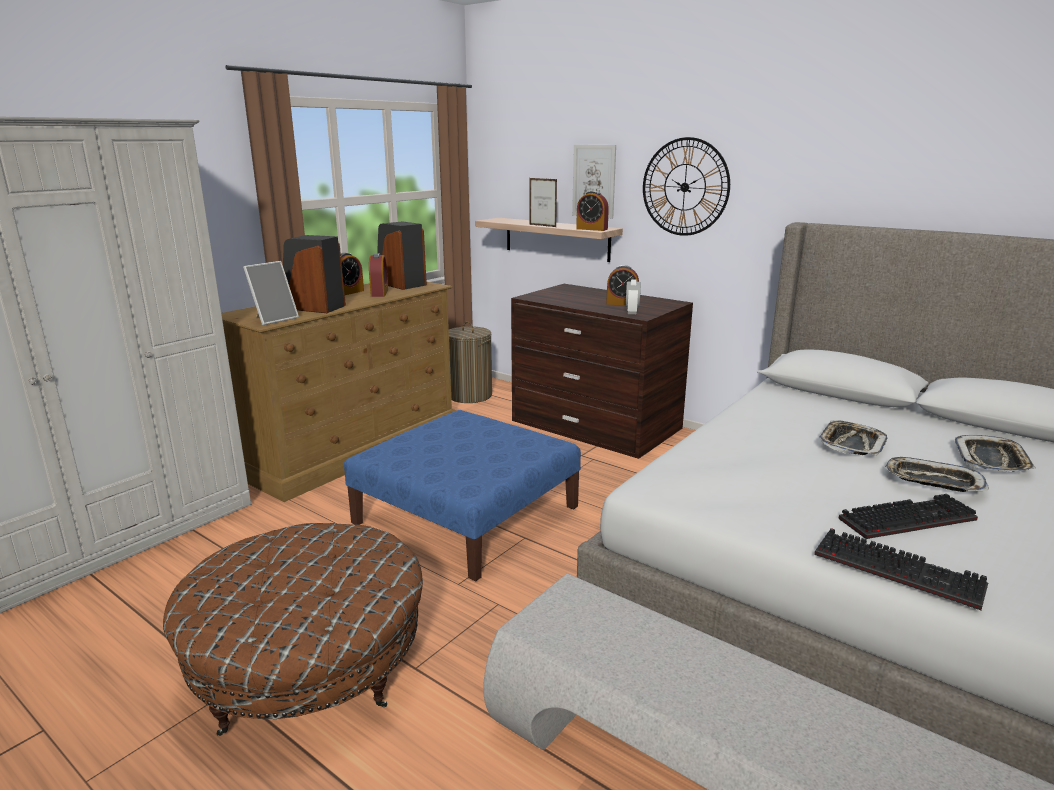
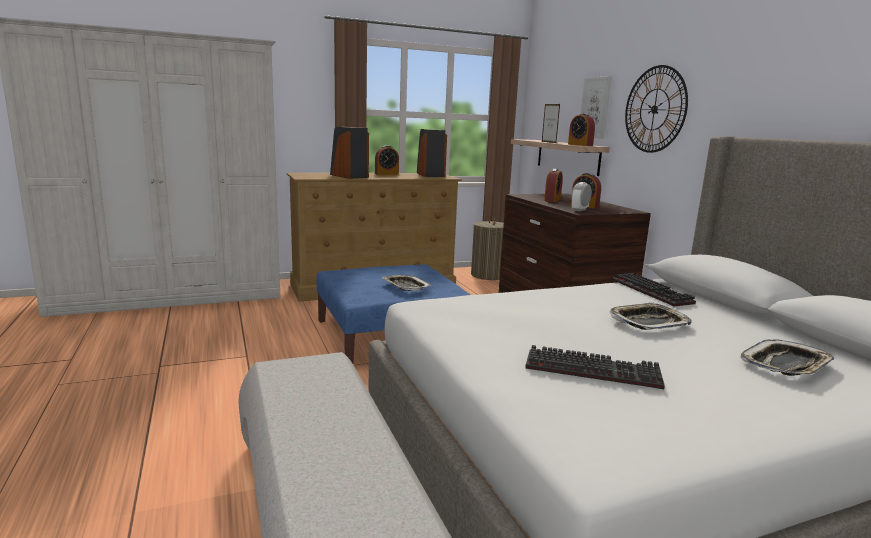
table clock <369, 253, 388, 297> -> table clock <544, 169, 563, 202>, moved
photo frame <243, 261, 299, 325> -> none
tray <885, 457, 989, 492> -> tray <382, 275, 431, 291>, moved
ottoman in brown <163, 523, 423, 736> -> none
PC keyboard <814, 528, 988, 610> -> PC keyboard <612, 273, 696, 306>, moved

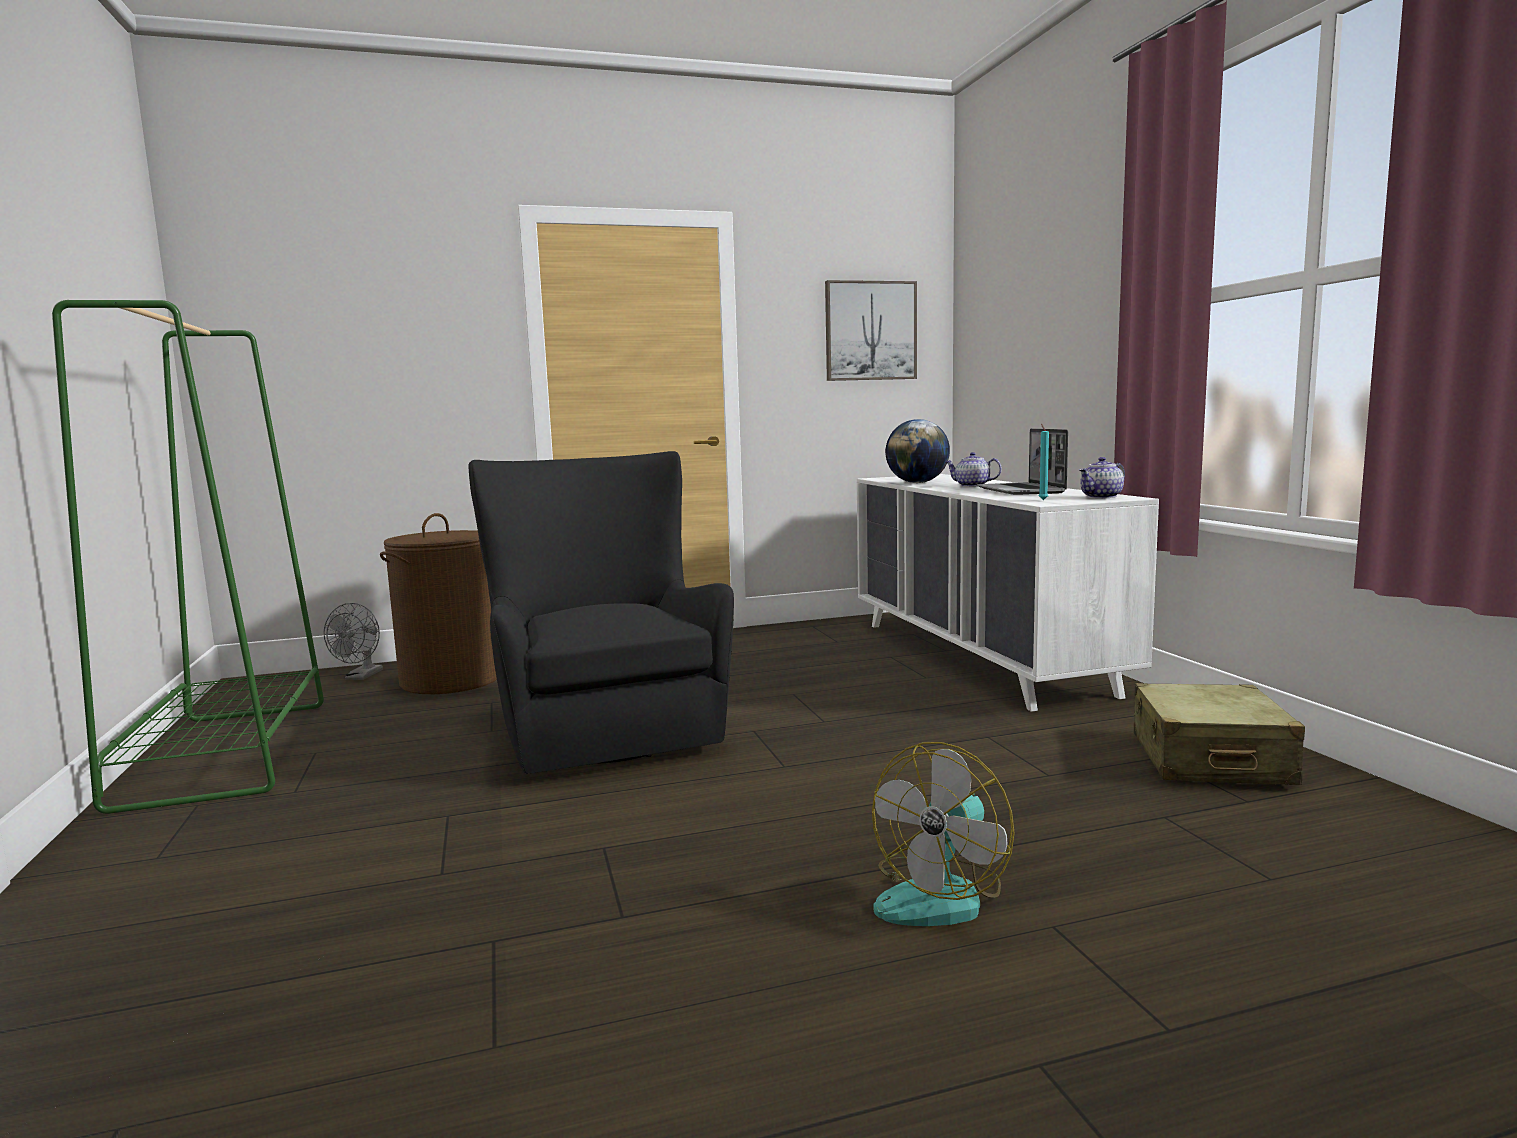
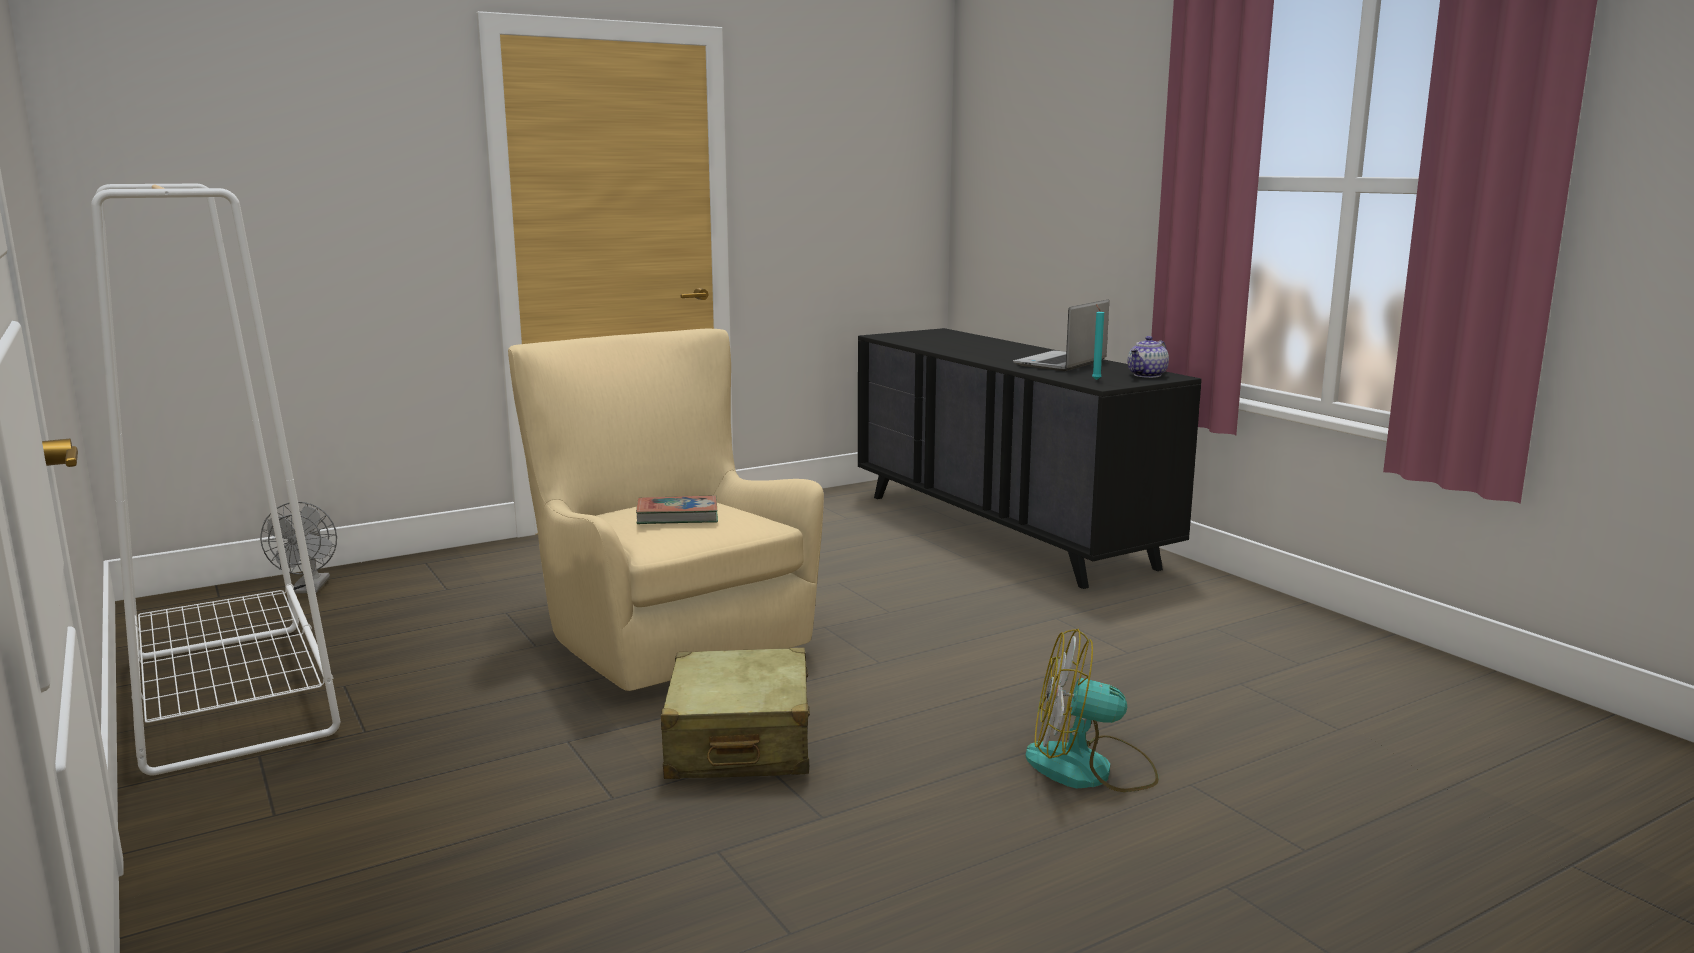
picture <825, 280, 917, 381> -> none
garment rack in greenish <52, 300, 324, 814> -> garment rack in white <91, 184, 340, 775>
world globe <885, 419, 950, 483> -> none
portable computer <977, 429, 1068, 495> -> portable computer <1013, 300, 1109, 371>, 60 degrees clockwise
lounge chair in black-coloured <469, 451, 734, 774> -> lounge chair in sand-coloured <508, 329, 824, 691>
teapot <945, 452, 1002, 487> -> none
chest of drawers in white <857, 474, 1159, 712> -> chest of drawers in black-coloured <858, 328, 1202, 589>
washing basket in brown <380, 513, 497, 694> -> none
piece of luggage in sand-coloured <1134, 683, 1305, 785> -> piece of luggage in sand-coloured <661, 647, 810, 779>, moved
cooling fan <872, 742, 1015, 926> -> cooling fan <1026, 629, 1159, 792>, 75 degrees clockwise
none -> book <636, 495, 718, 524>

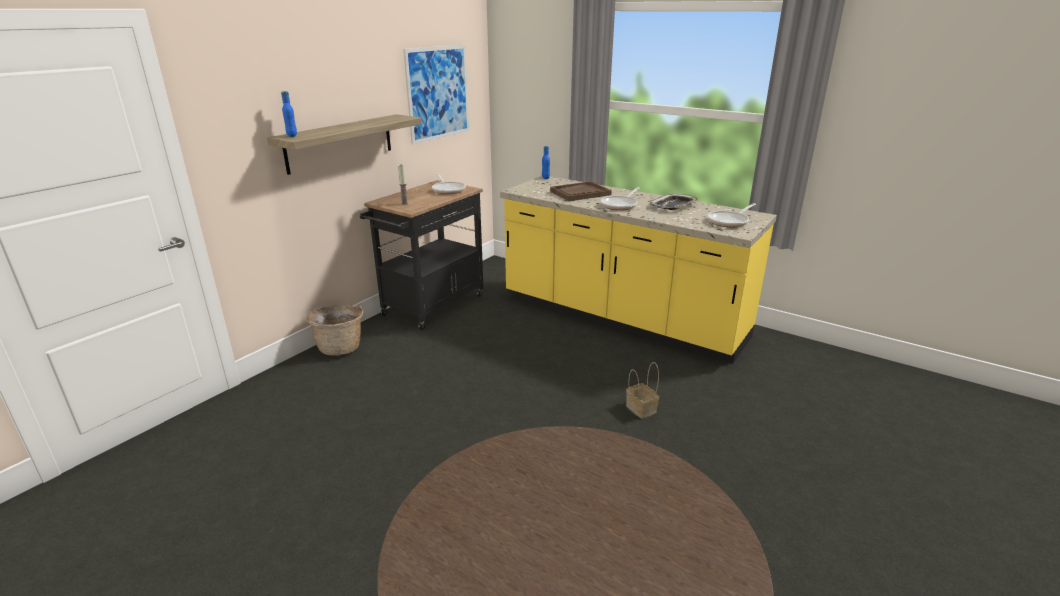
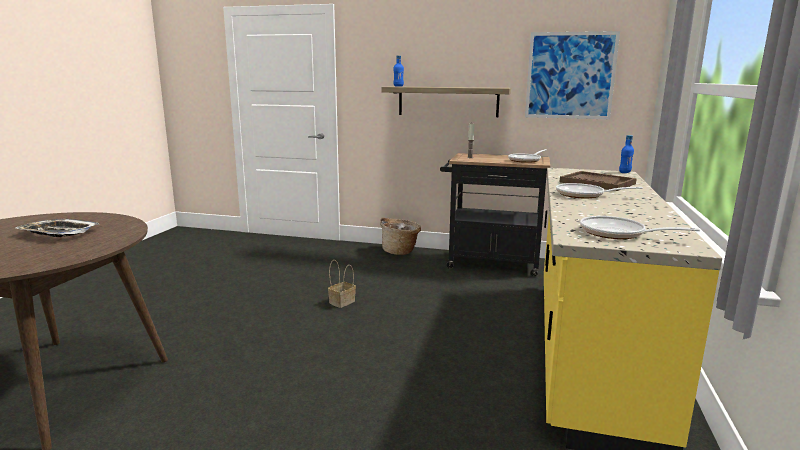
tray <650, 194, 698, 210> -> tray <16, 219, 100, 237>, moved
storage basket <626, 362, 659, 418> -> storage basket <328, 260, 356, 308>, moved

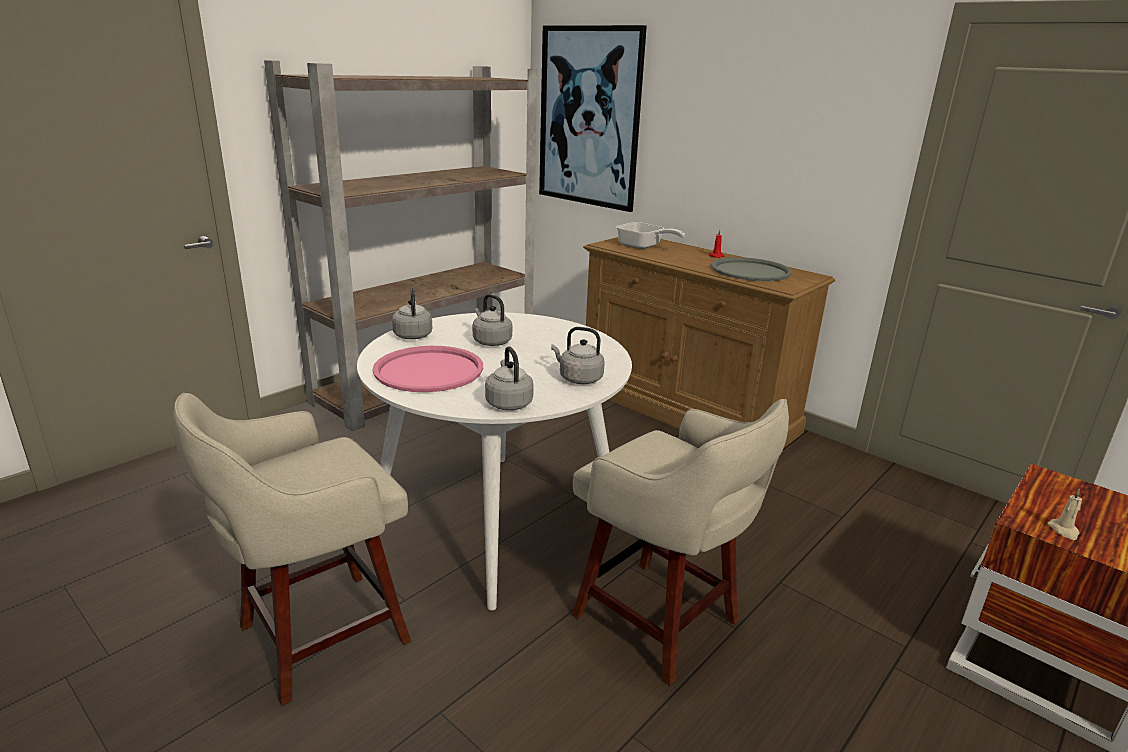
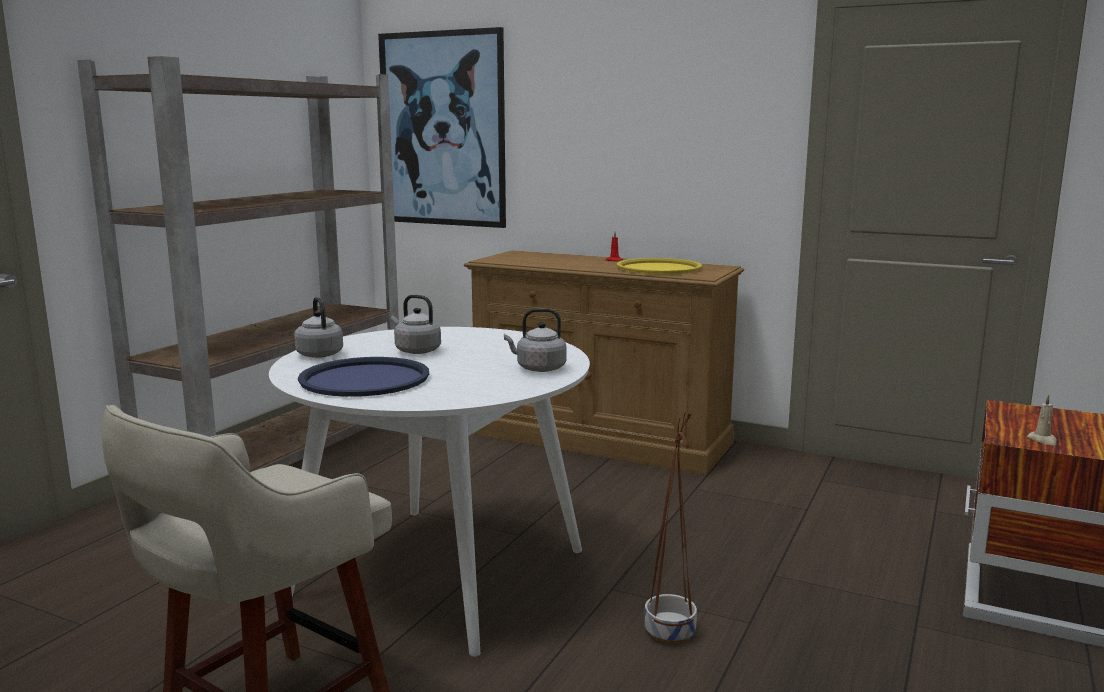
skillet <616, 222, 685, 249> -> none
tray in greyish <712, 257, 792, 281> -> tray in yellow-coloured <616, 258, 702, 275>
tray in pink <373, 346, 483, 392> -> tray in blue <298, 357, 429, 397>
tea kettle in greyish <485, 346, 534, 410> -> none
sitting stool in sand-coloured <572, 399, 789, 685> -> plant pot in brown <644, 411, 697, 644>

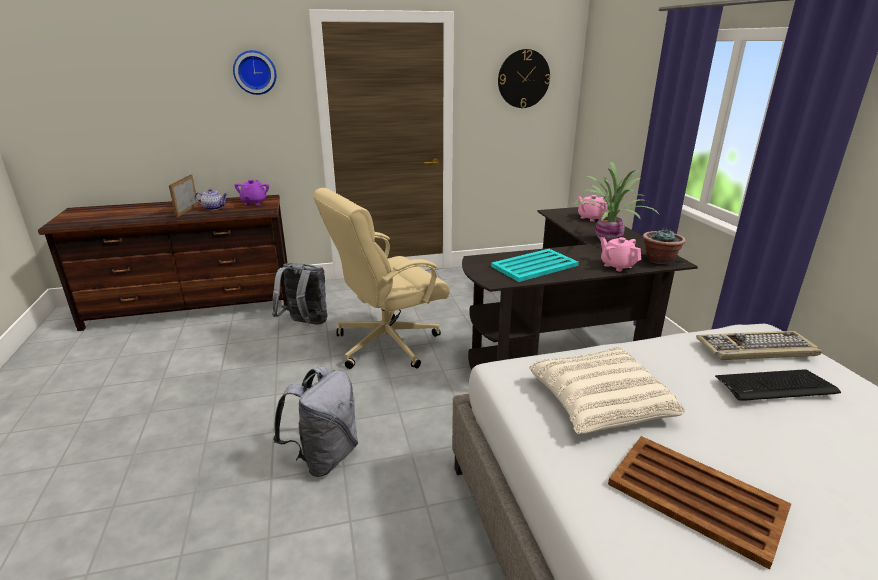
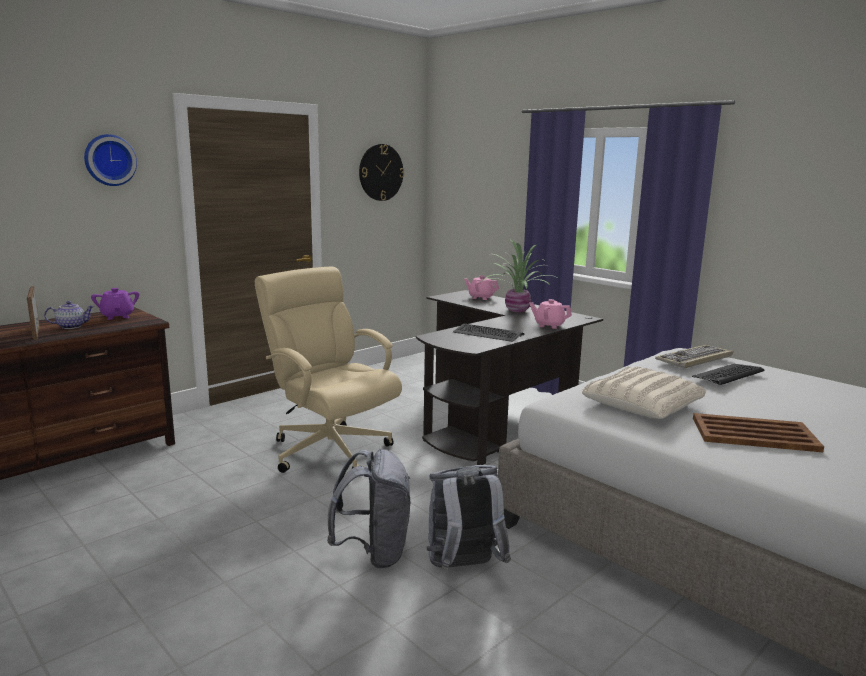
computer chair in sand-coloured <314, 188, 450, 369> -> computer chair in sand-coloured <255, 266, 402, 473>, 105 degrees clockwise
plant in a pot <642, 229, 686, 264> -> none
tray in turquoise <491, 249, 579, 282> -> PC keyboard <453, 324, 525, 342>
backpack in greyish <272, 263, 328, 325> -> backpack in greyish <426, 465, 511, 570>, moved

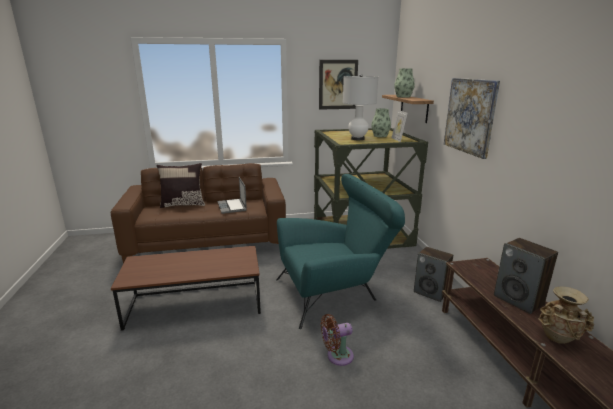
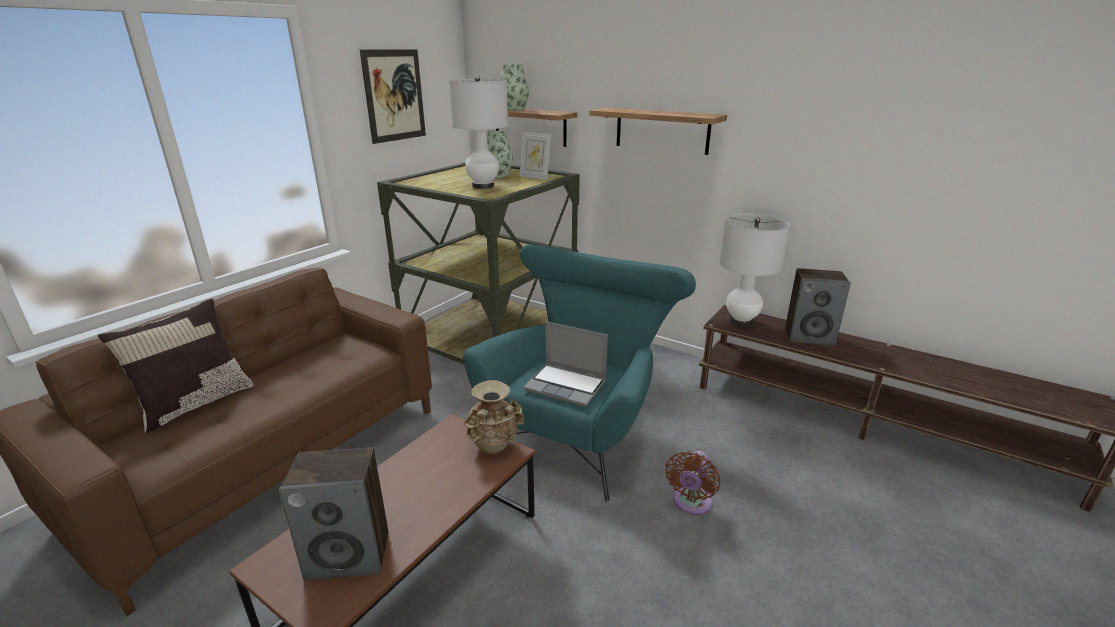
picture <444, 78, 500, 159> -> shelf <590, 107, 727, 155>
portable computer <217, 177, 247, 214> -> portable computer <523, 321, 608, 407>, moved
audio speaker <414, 247, 453, 302> -> audio speaker <279, 447, 388, 581>, moved
vase in sand-coloured <538, 287, 594, 344> -> vase in sand-coloured <464, 380, 524, 454>, moved
none -> tabletop lamp in white <720, 214, 790, 327>

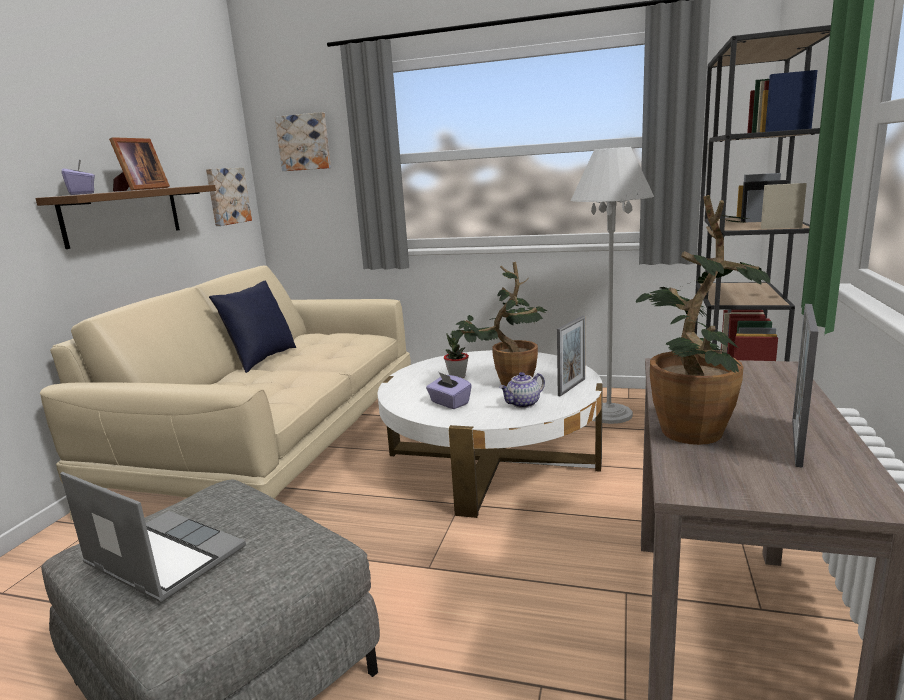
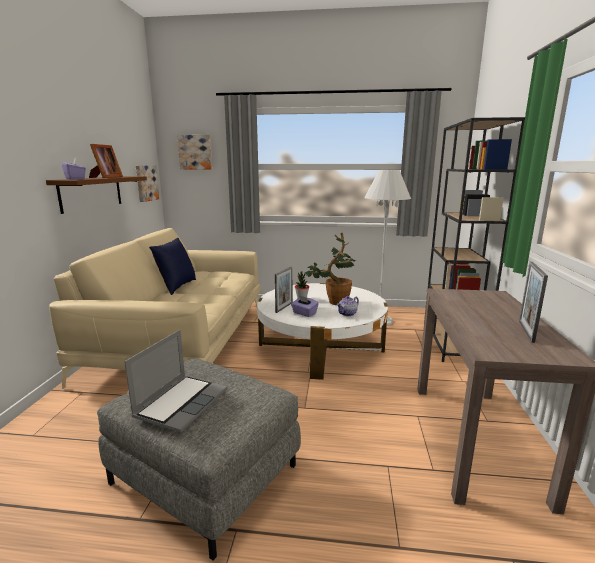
plant in a pot <636, 195, 770, 445> -> none
photo frame <557, 316, 585, 397> -> photo frame <275, 266, 293, 313>, moved
portable computer <60, 472, 246, 603> -> portable computer <124, 330, 227, 433>, 90 degrees clockwise

